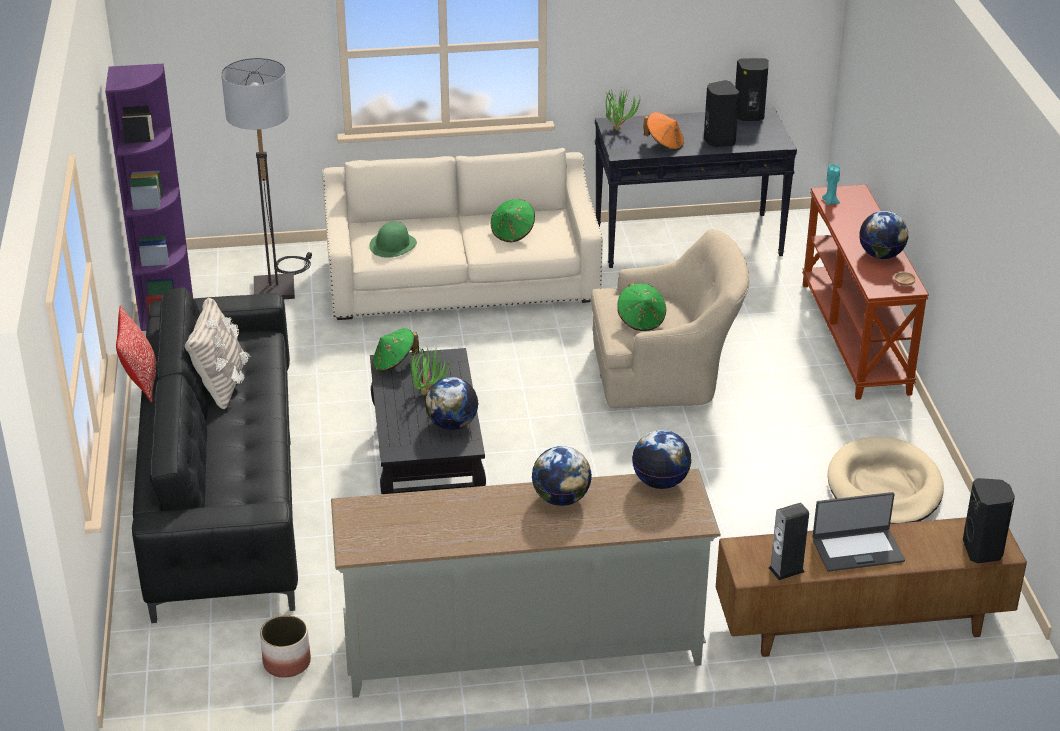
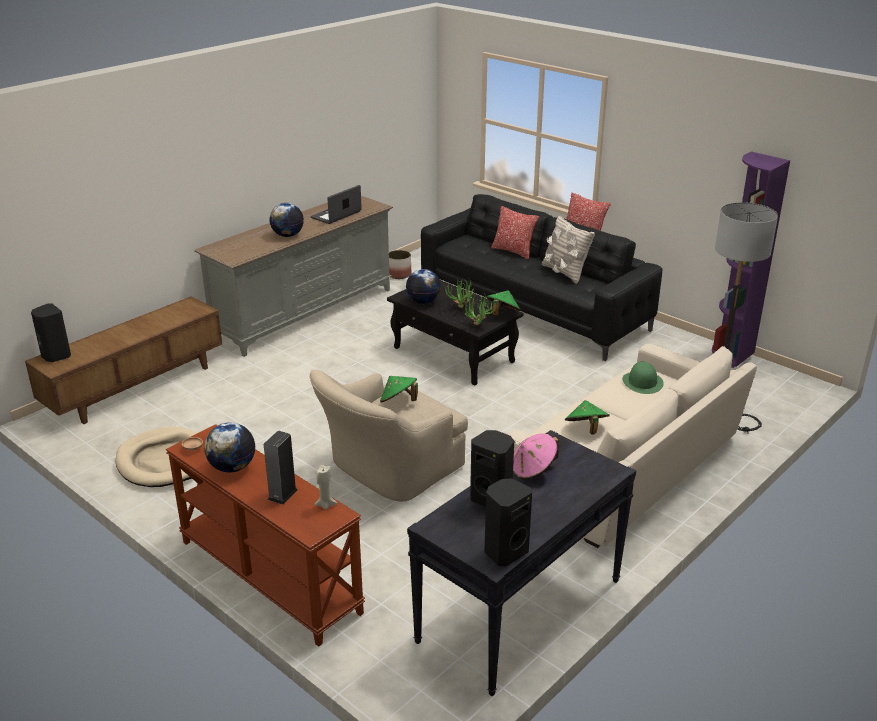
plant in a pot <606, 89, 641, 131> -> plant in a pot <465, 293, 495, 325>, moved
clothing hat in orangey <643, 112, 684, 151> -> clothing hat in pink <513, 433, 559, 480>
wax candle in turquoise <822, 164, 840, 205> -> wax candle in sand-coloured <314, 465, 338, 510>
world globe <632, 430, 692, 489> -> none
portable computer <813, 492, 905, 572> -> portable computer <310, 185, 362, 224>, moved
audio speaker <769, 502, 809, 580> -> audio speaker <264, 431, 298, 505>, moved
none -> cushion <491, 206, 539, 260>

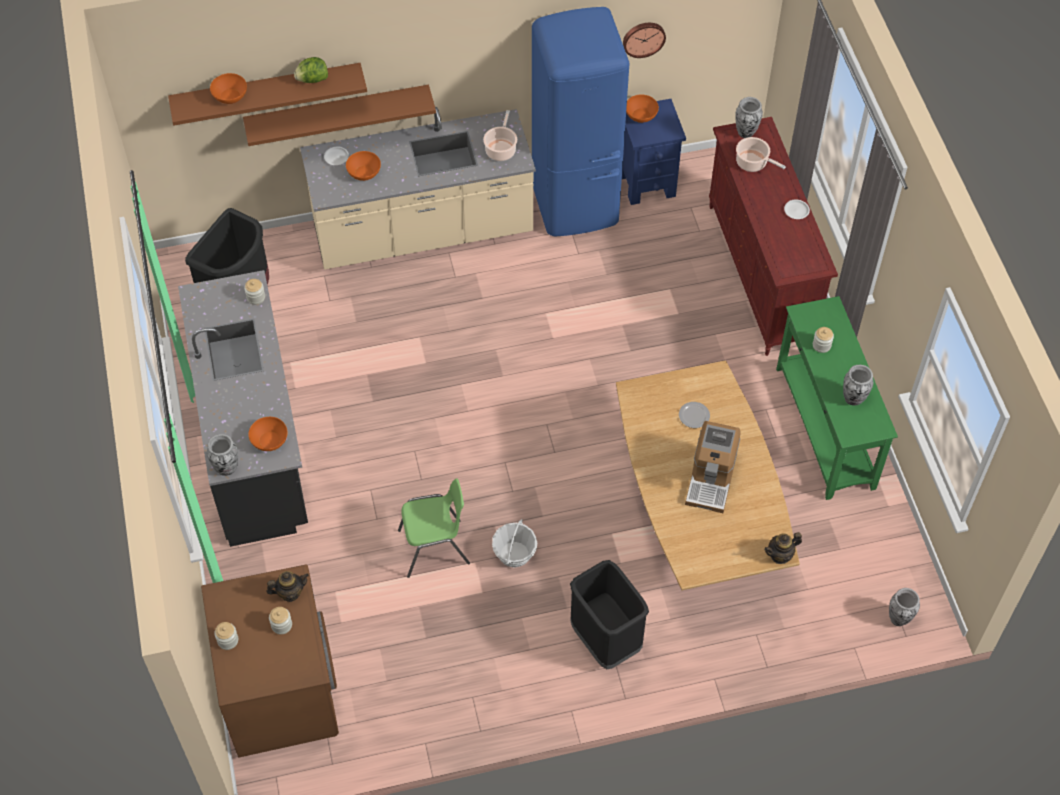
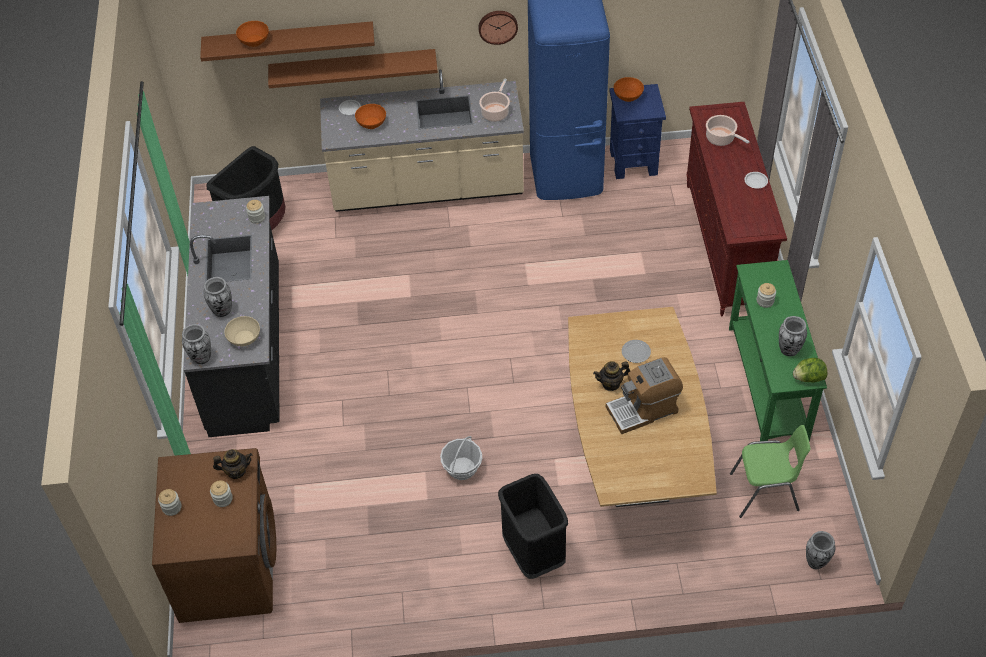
clock on the wall <623, 23, 666, 58> -> clock on the wall <478, 11, 518, 45>, moved
lettuce <294, 57, 328, 83> -> lettuce <793, 358, 827, 383>, moved
vase <735, 97, 763, 138> -> vase <204, 277, 232, 317>, moved
bowl in orangey <248, 417, 288, 451> -> bowl in sand-coloured <224, 316, 260, 346>
coffee brewer <685, 421, 741, 513> -> coffee brewer <606, 357, 683, 434>, 45 degrees clockwise
upright chair in greenish <398, 478, 470, 578> -> upright chair in greenish <730, 425, 810, 518>, moved
teapot <764, 532, 802, 564> -> teapot <593, 361, 630, 391>, moved

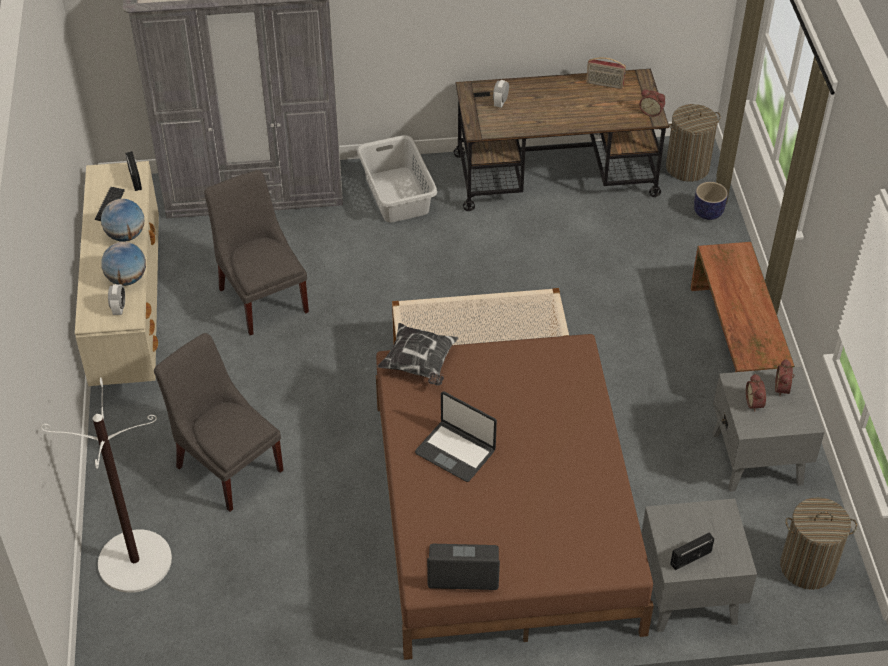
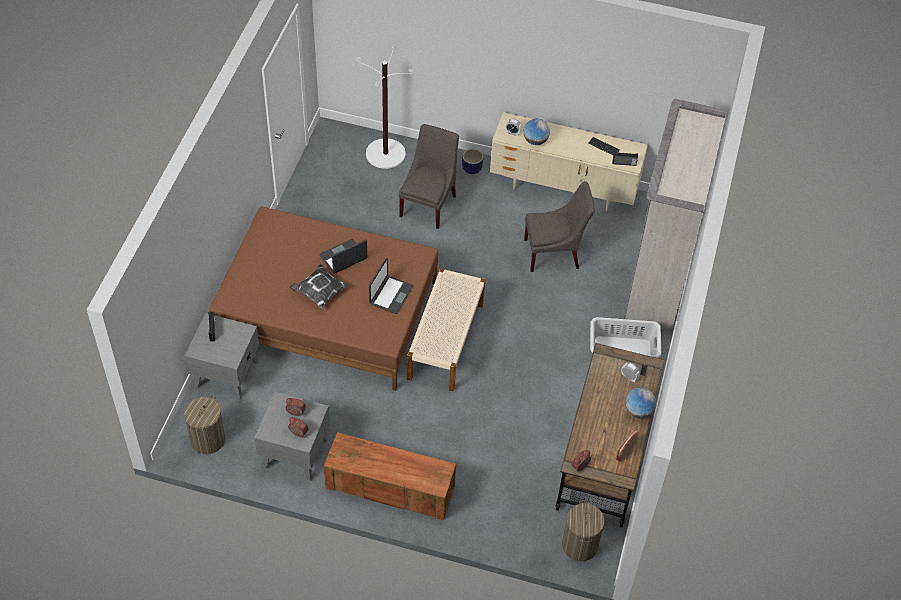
plant pot <694, 182, 728, 220> -> plant pot <462, 149, 483, 174>, moved
world globe <101, 199, 144, 242> -> world globe <625, 388, 656, 418>, moved
cushion <377, 323, 458, 386> -> cushion <290, 264, 349, 309>, moved
upright chair in greyish <154, 333, 283, 512> -> upright chair in greyish <399, 124, 459, 229>, 45 degrees counterclockwise
portable computer <427, 544, 500, 590> -> portable computer <369, 258, 413, 314>, moved

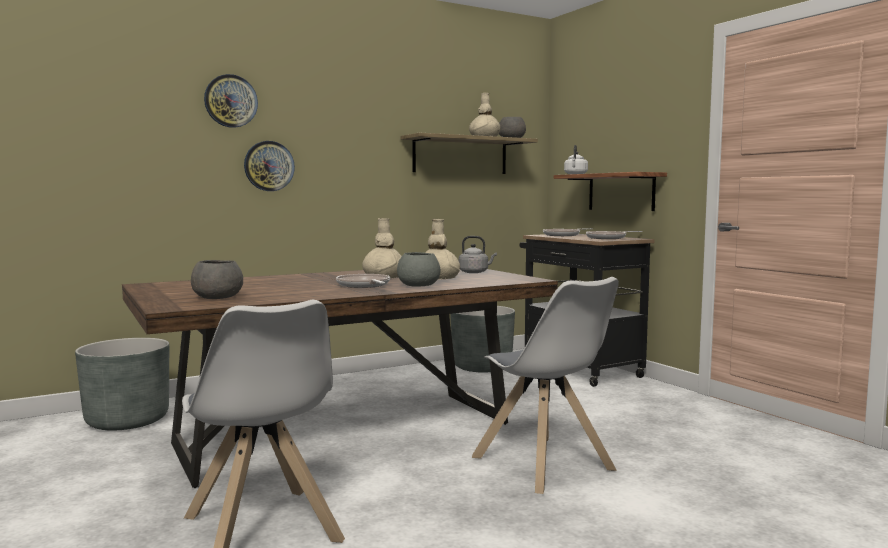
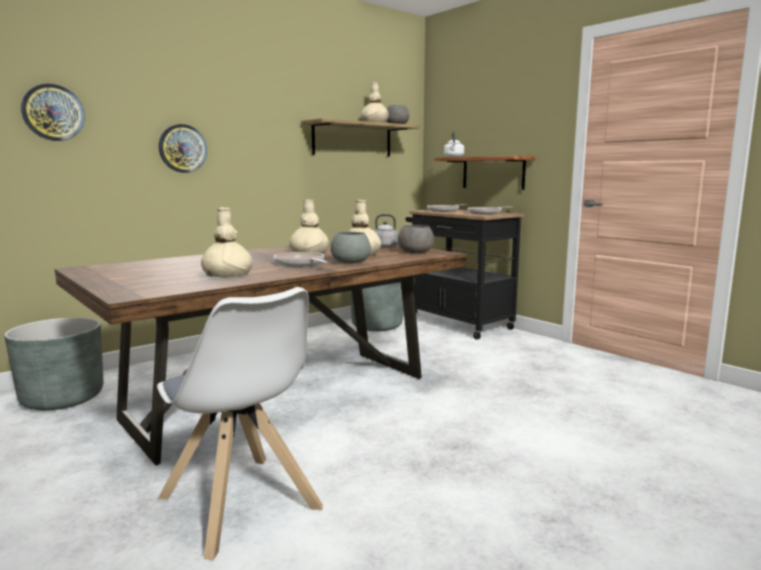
clock on the wall <204, 74, 258, 128> -> clock on the wall <21, 83, 85, 141>, moved
bowl in greyish <191, 260, 243, 299> -> bowl in greyish <398, 225, 434, 253>, moved
upright chair <472, 277, 619, 494> -> none
none -> vase in sand-coloured <201, 207, 253, 278>

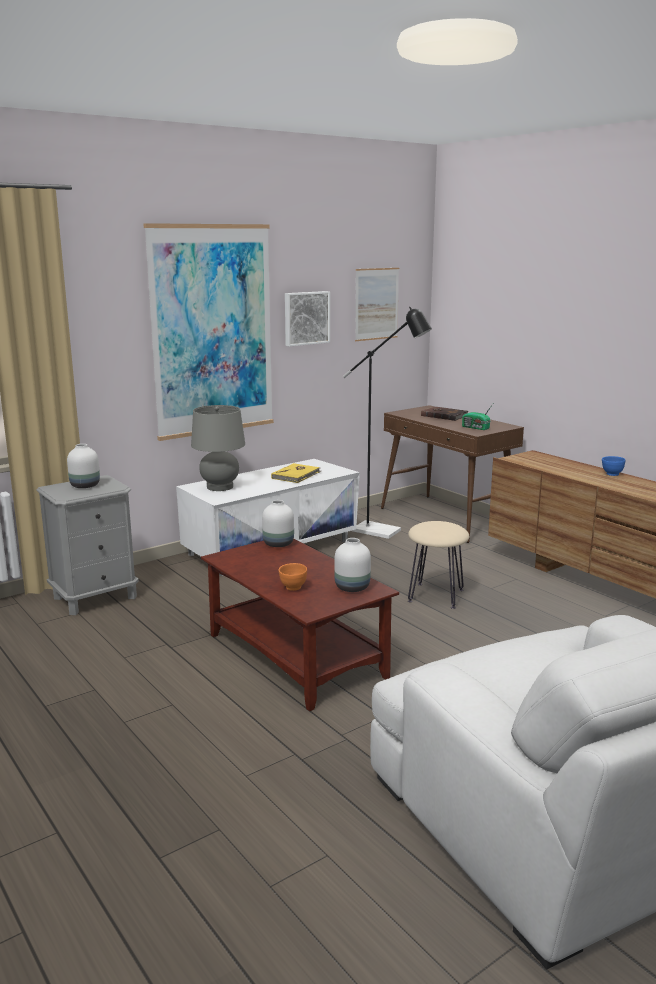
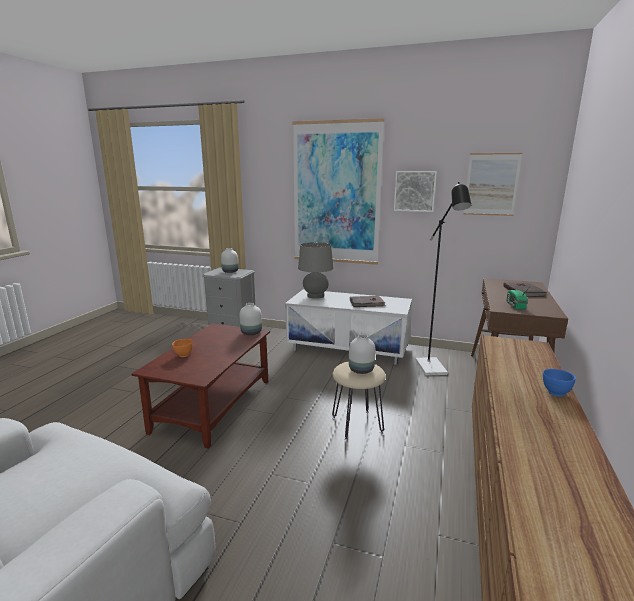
book in yellow-coloured <271, 463, 321, 483> -> book in brown <350, 296, 385, 307>
vase in white <334, 538, 371, 592> -> vase in white <349, 334, 375, 374>, moved

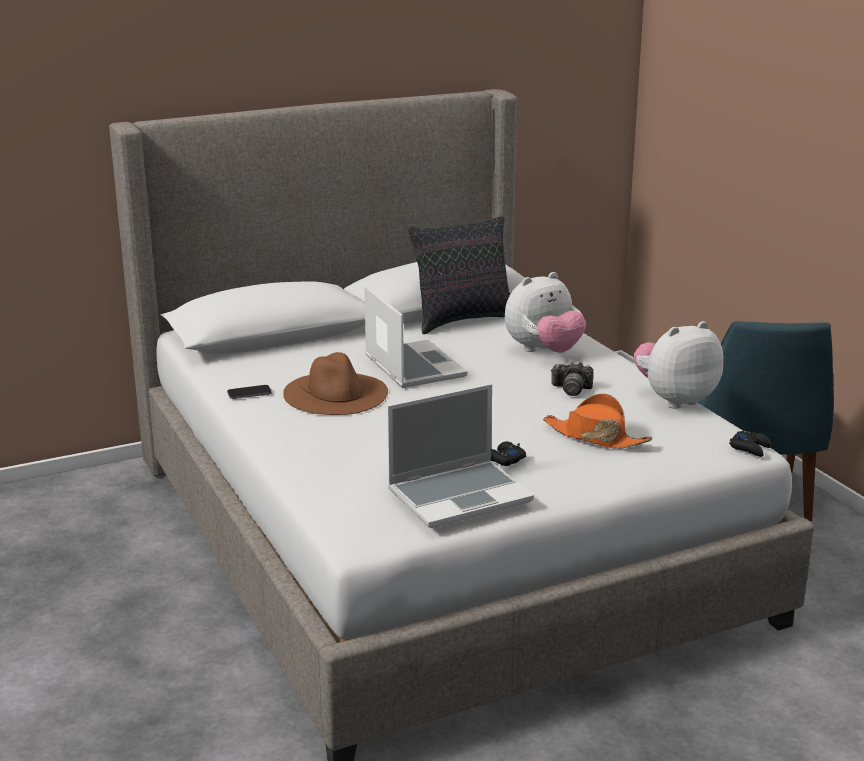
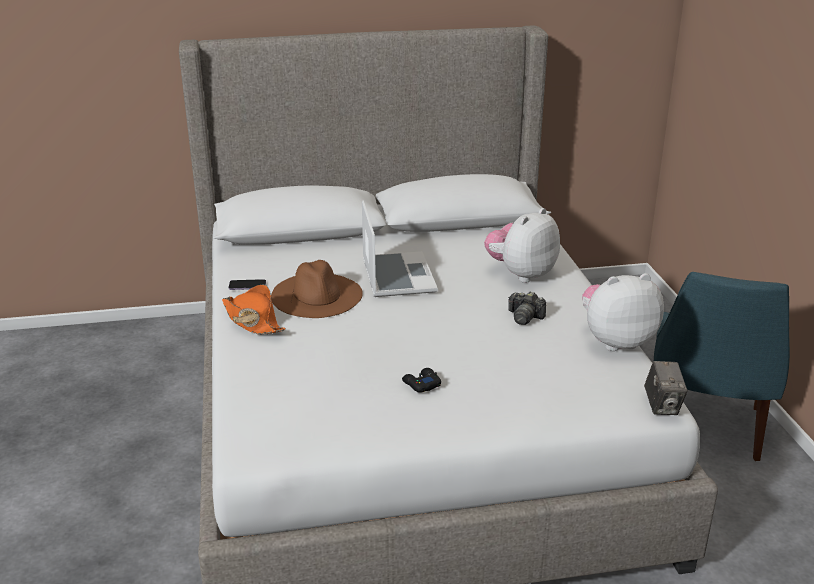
cushion in black-coloured <408, 216, 510, 334> -> none
plush toy <505, 272, 586, 353> -> plush toy <484, 208, 560, 283>, 150 degrees clockwise
portable computer <388, 384, 534, 528> -> none
clothing hat in orangey <543, 394, 652, 449> -> clothing hat in orangey <222, 285, 286, 334>, moved
game controller in black-coloured <729, 431, 772, 457> -> still camera <644, 361, 688, 415>

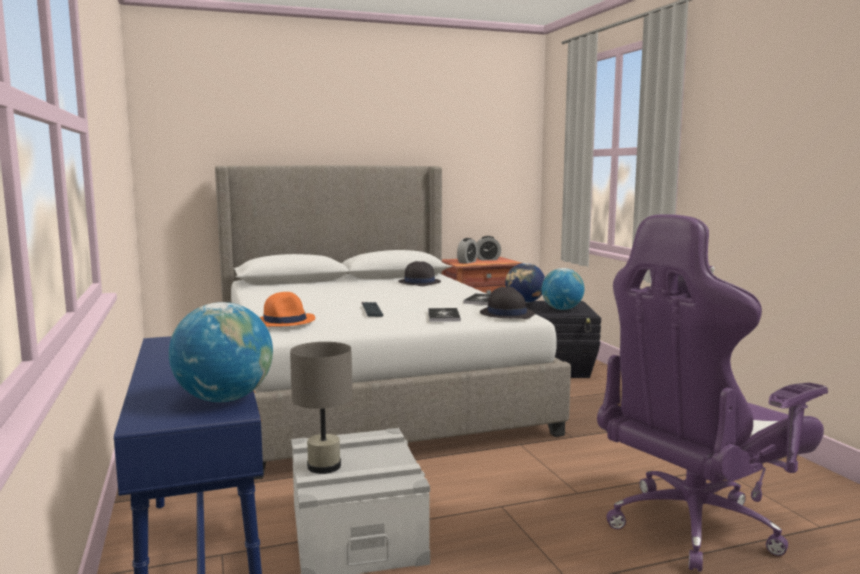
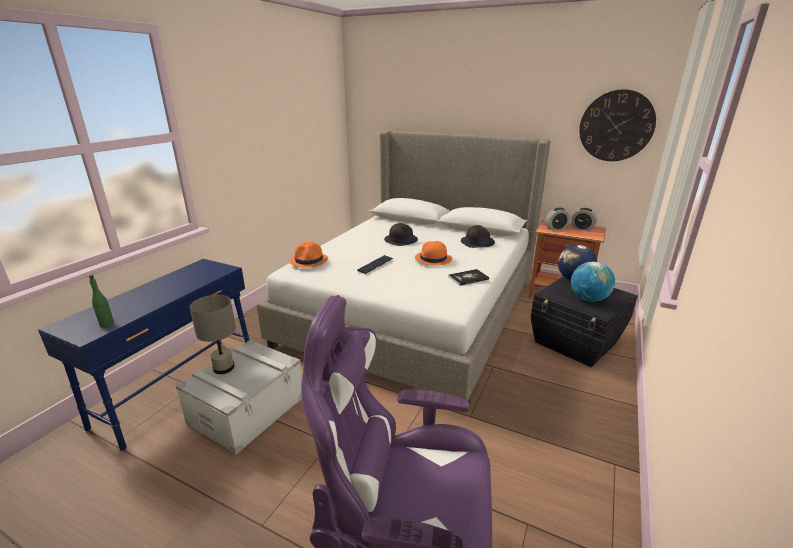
clothing hat in black-coloured <480, 287, 535, 319> -> clothing hat in black-coloured <384, 223, 418, 246>, moved
world globe <169, 302, 273, 402> -> bottle in greenish <89, 275, 114, 327>
book <428, 308, 461, 322> -> none
none -> clock on the wall <579, 89, 656, 161>
none -> clothing hat in orangey <415, 241, 452, 266>

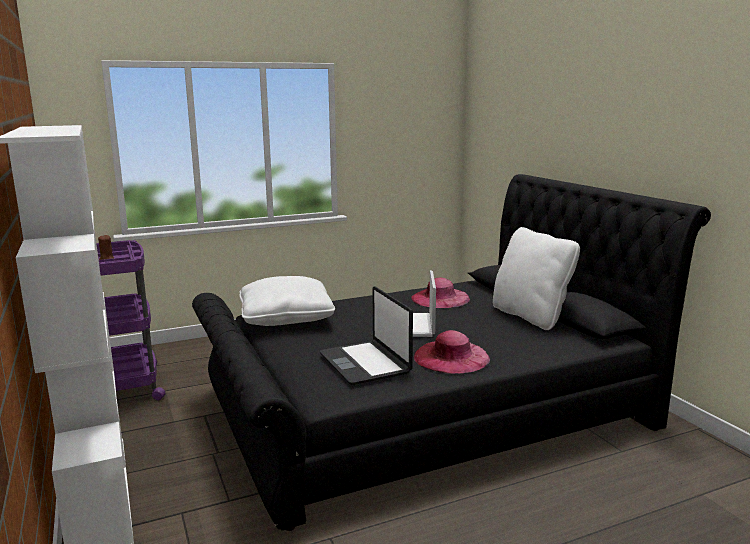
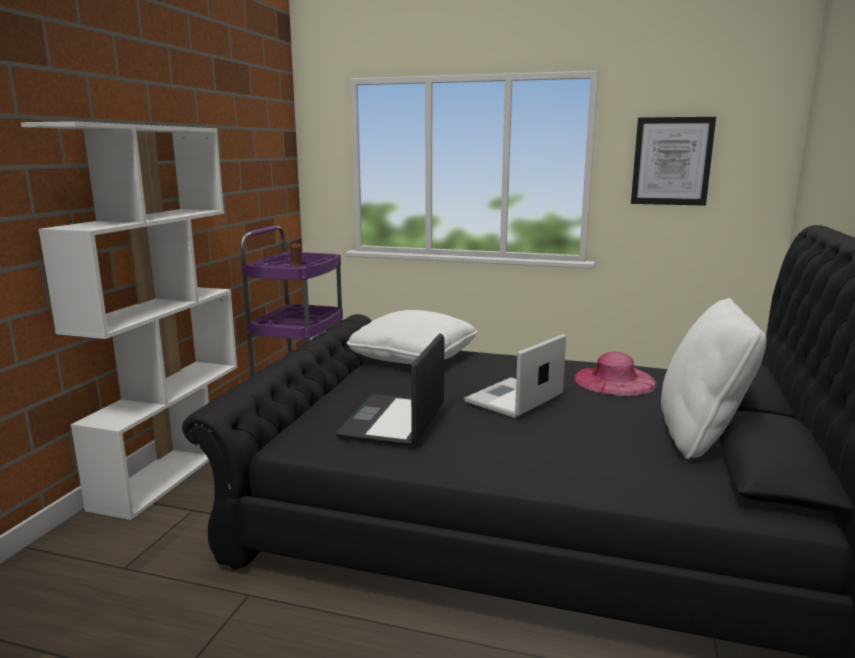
clothing hat in pink <414, 330, 490, 374> -> none
none -> picture <631, 117, 716, 206>

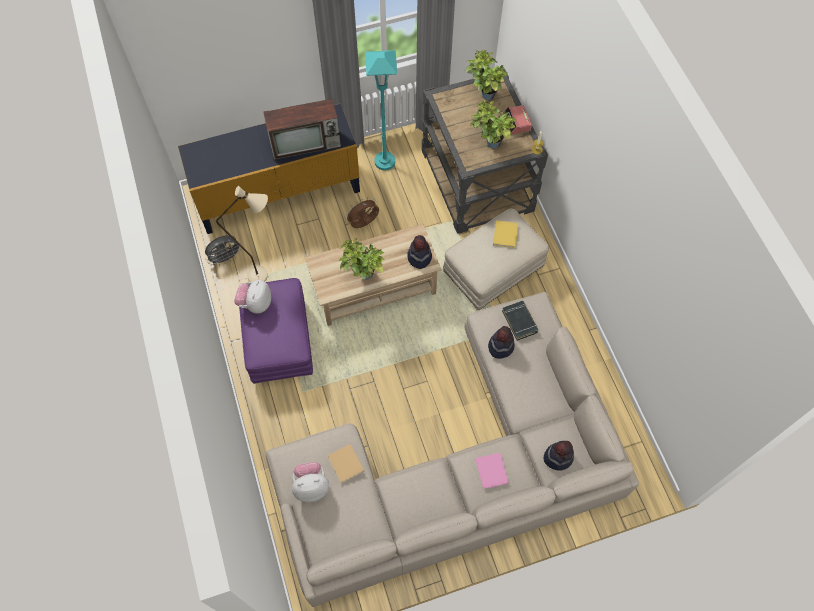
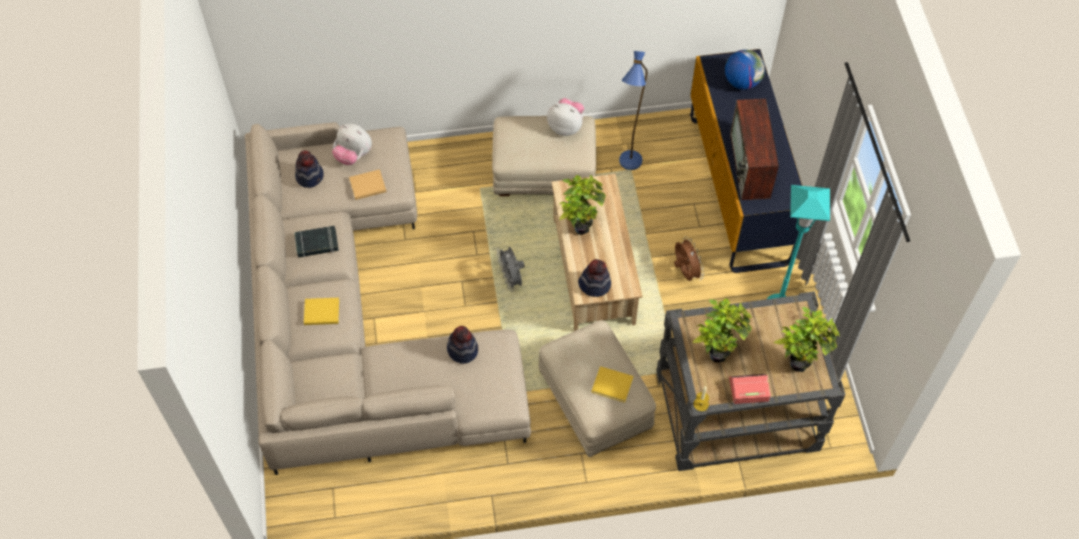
standing lamp in sand-coloured <216, 186, 268, 282> -> standing lamp in blue <619, 51, 648, 170>
cooling fan in greyish <205, 235, 242, 266> -> cooling fan in greyish <497, 247, 525, 292>, moved
ottoman in purplish <239, 278, 313, 384> -> ottoman in sand-coloured <492, 116, 596, 196>
book in black-coloured <502, 301, 538, 340> -> book in black-coloured <294, 226, 339, 258>, moved
clothing hat <544, 441, 574, 471> -> clothing hat <295, 150, 324, 188>, moved
book in pink <476, 453, 509, 489> -> book in yellow-coloured <304, 298, 339, 325>
plush toy <292, 462, 329, 502> -> plush toy <332, 124, 372, 165>, 120 degrees clockwise
none -> world globe <725, 50, 765, 90>

